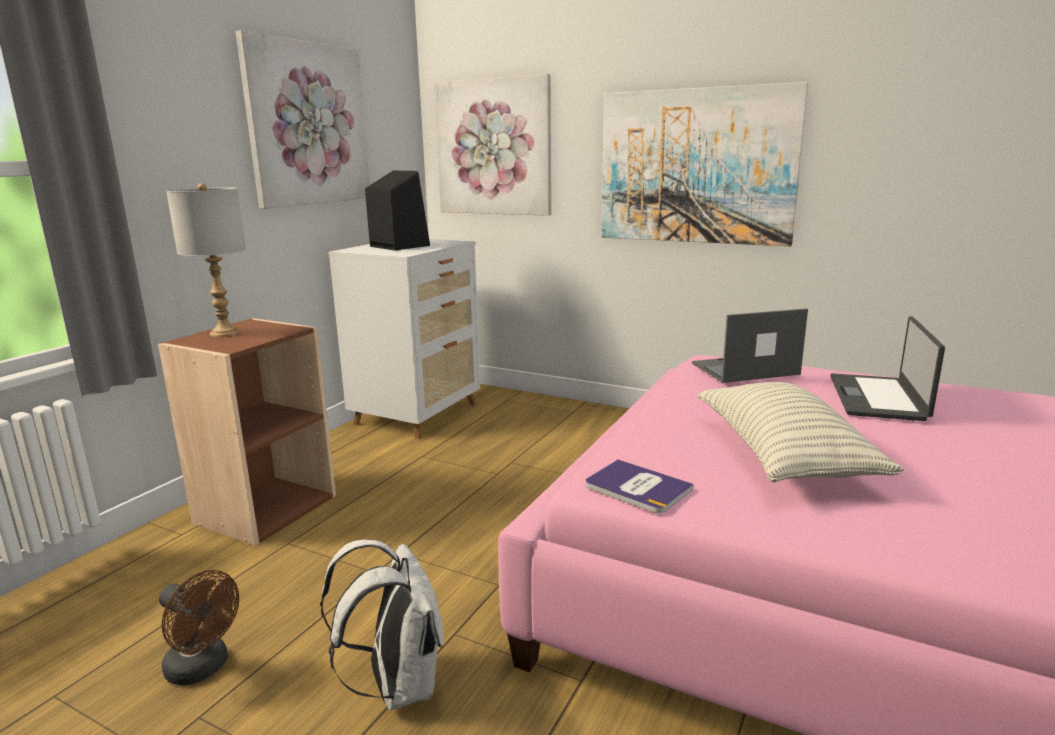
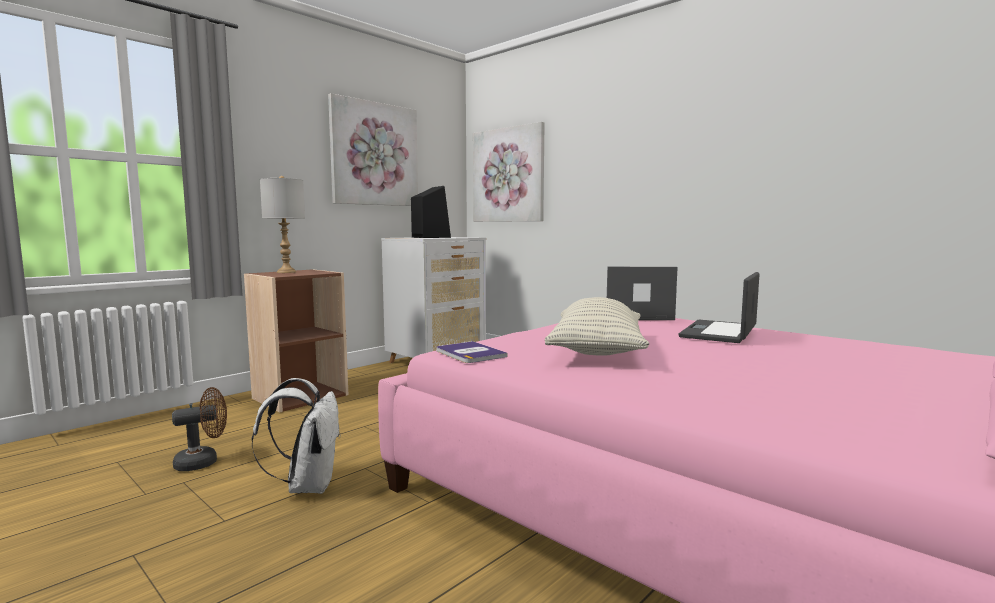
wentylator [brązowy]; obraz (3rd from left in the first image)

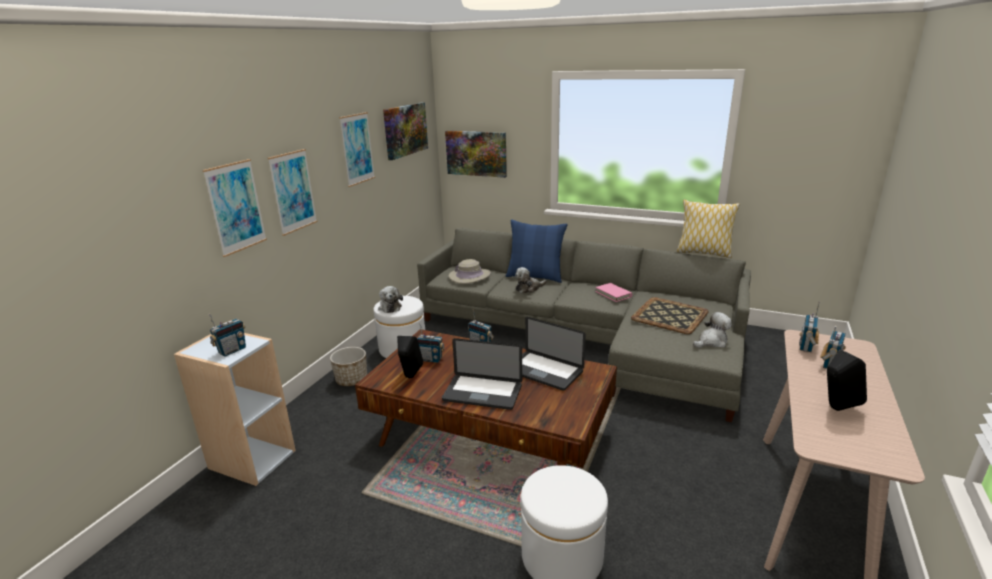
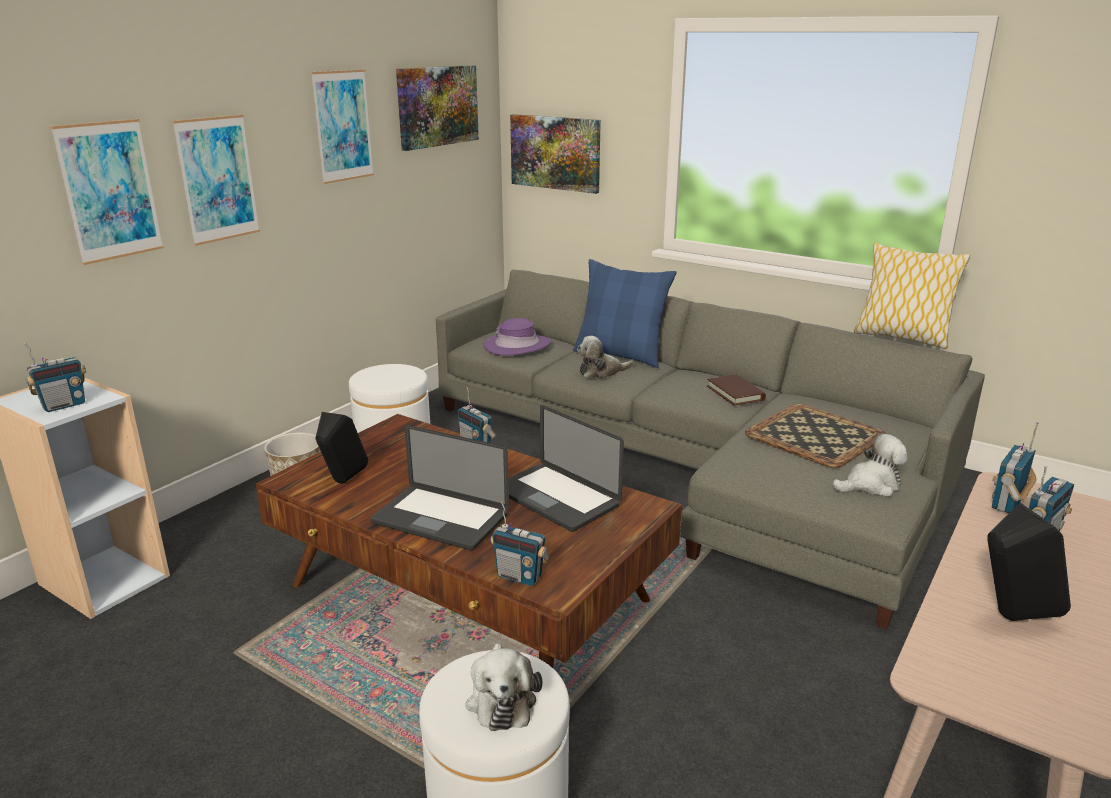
pluszak (1st from left); kapelusz [fioletowy]; radio (3rd from left); książka [brązowy]

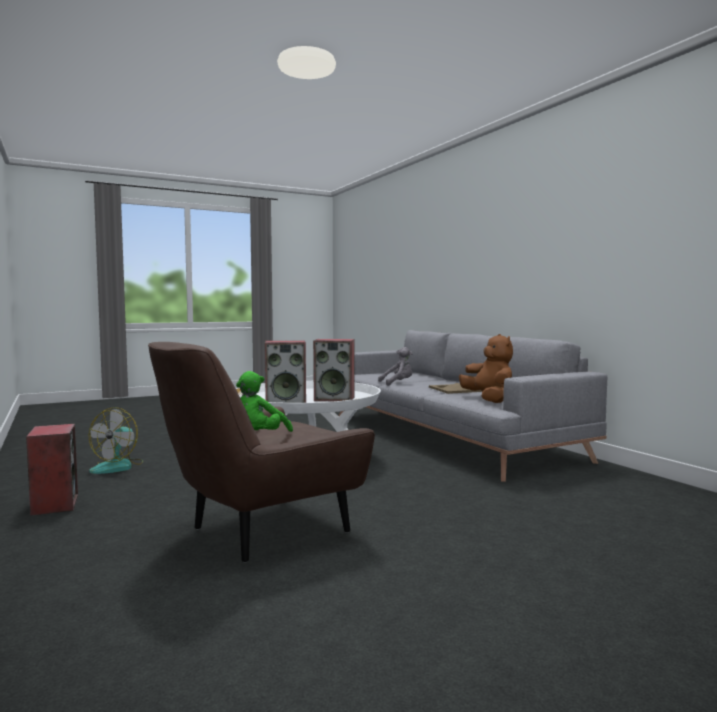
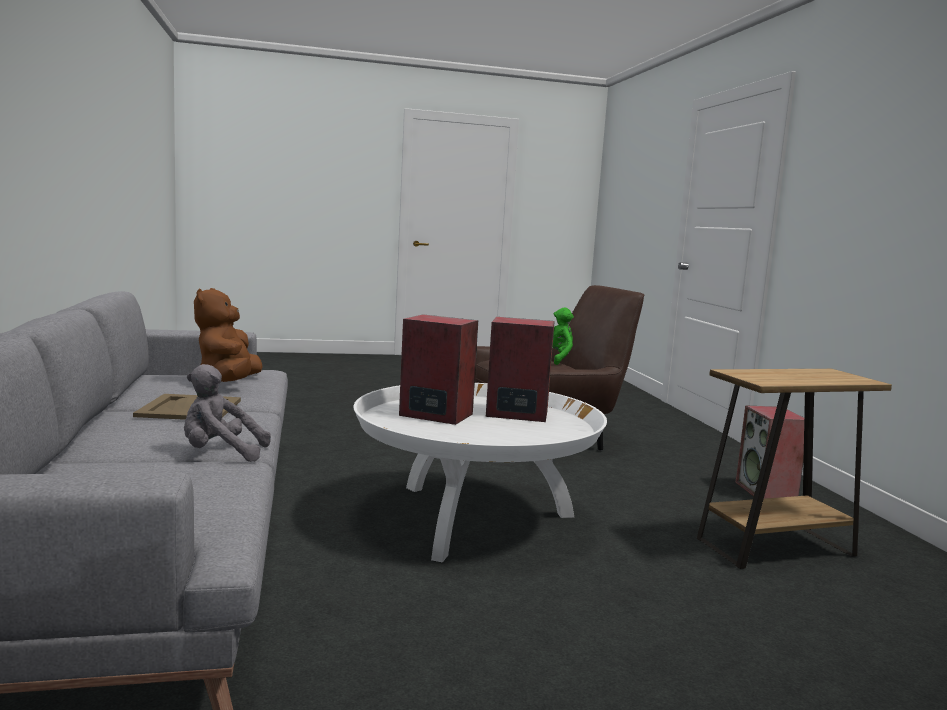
stolik [brązowy]

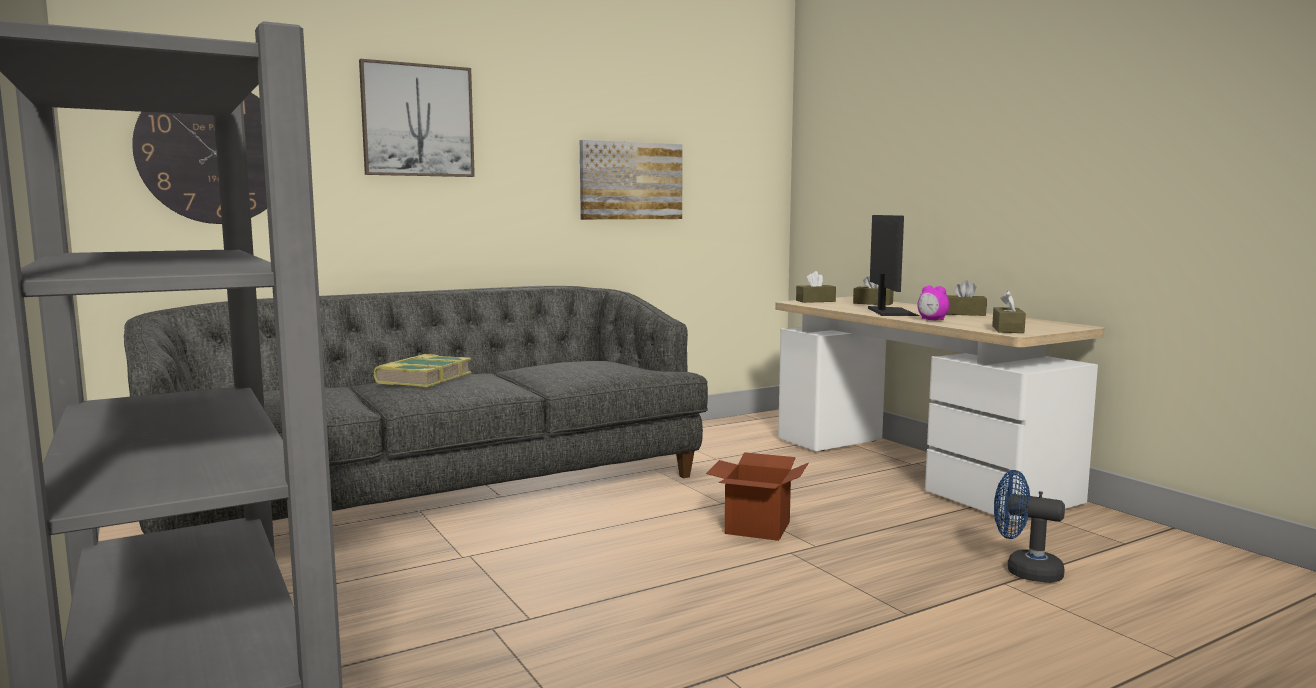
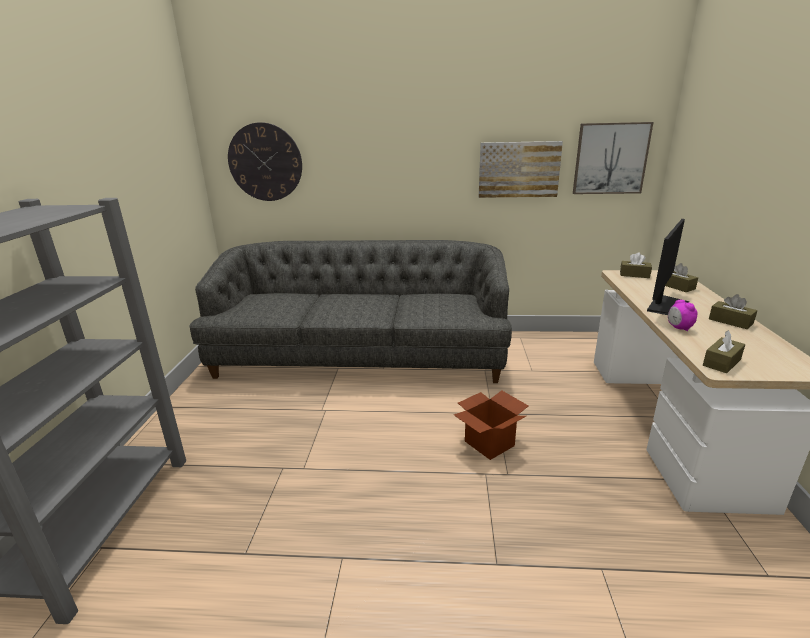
obraz (2nd from left); książka; wentylator [niebieski]

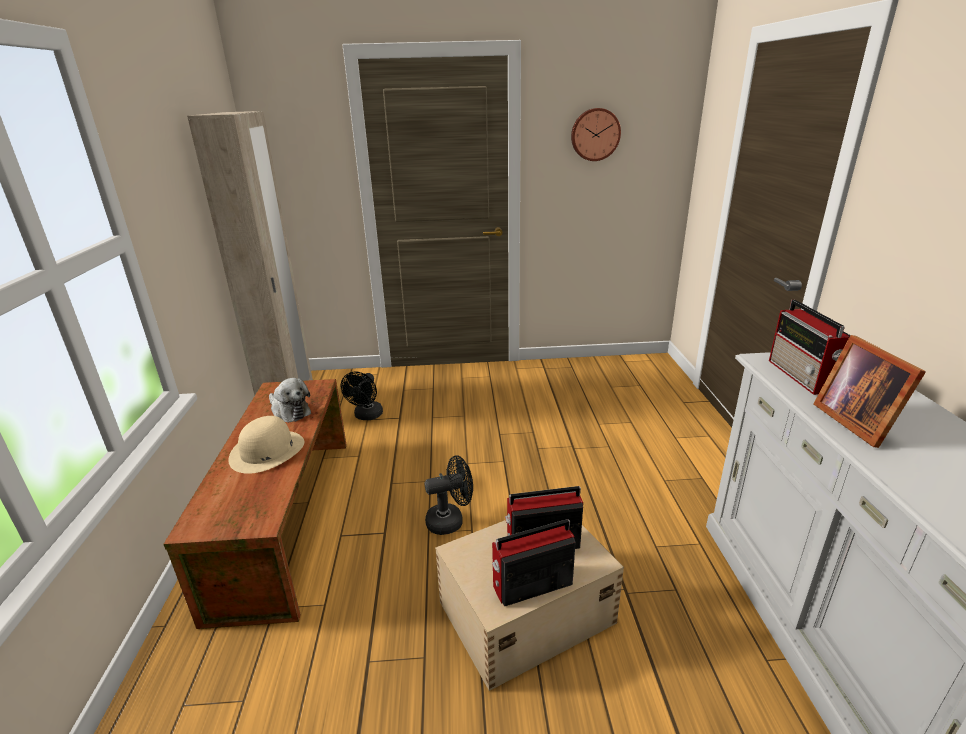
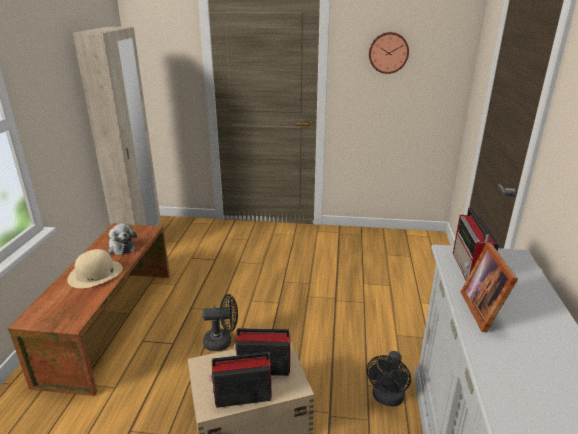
wentylator [czarny] (2nd from left)

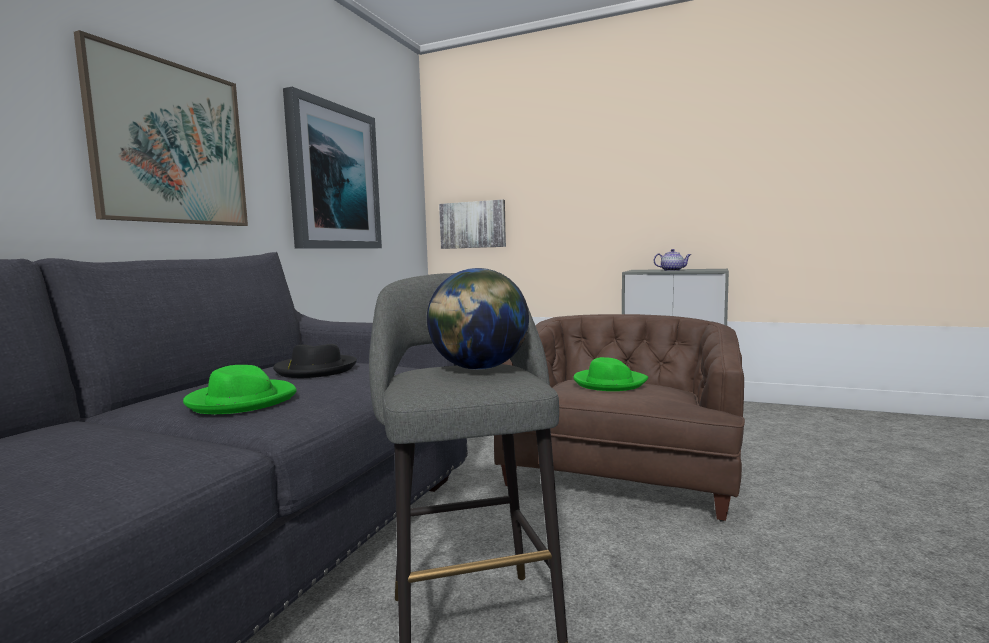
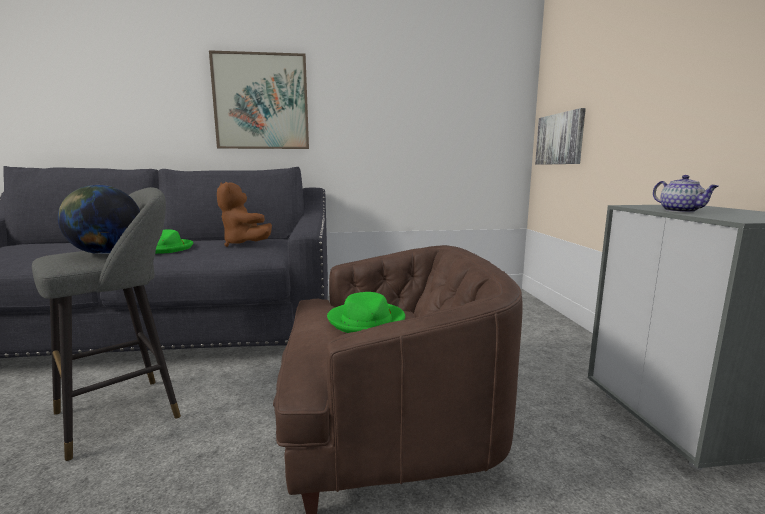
pluszak [brązowy]; obraz (2nd from left in the first image)

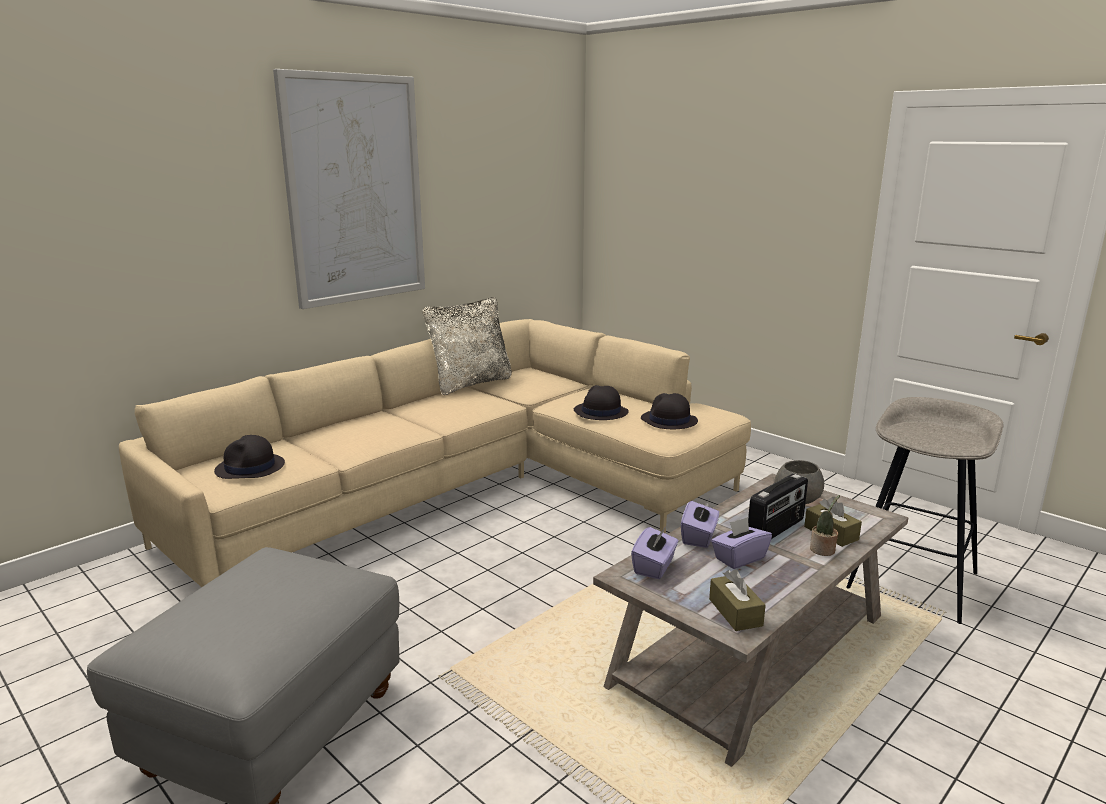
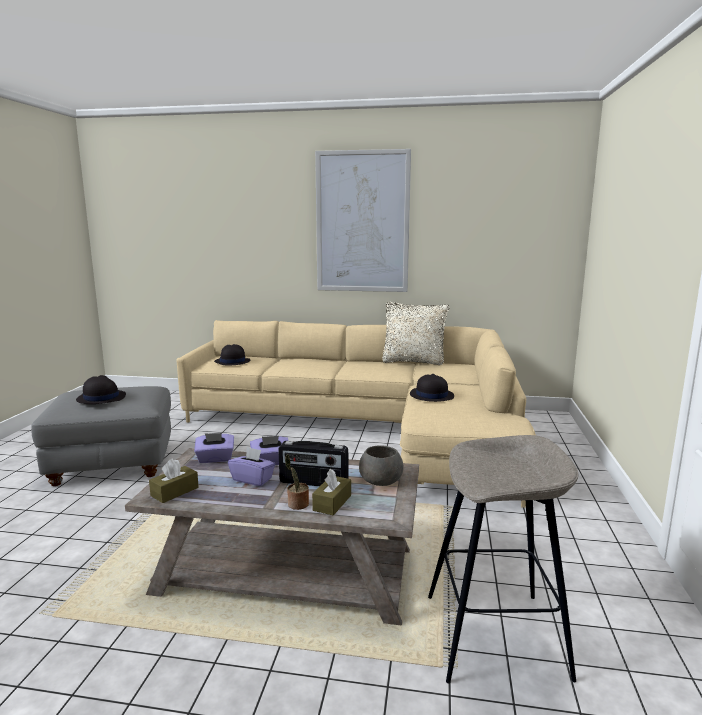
kapelusz [czarny] (1st from left)

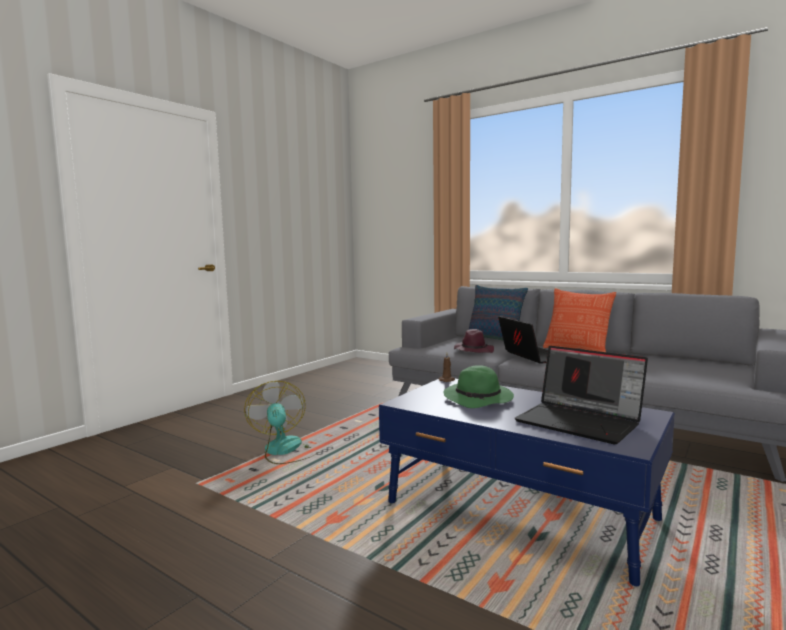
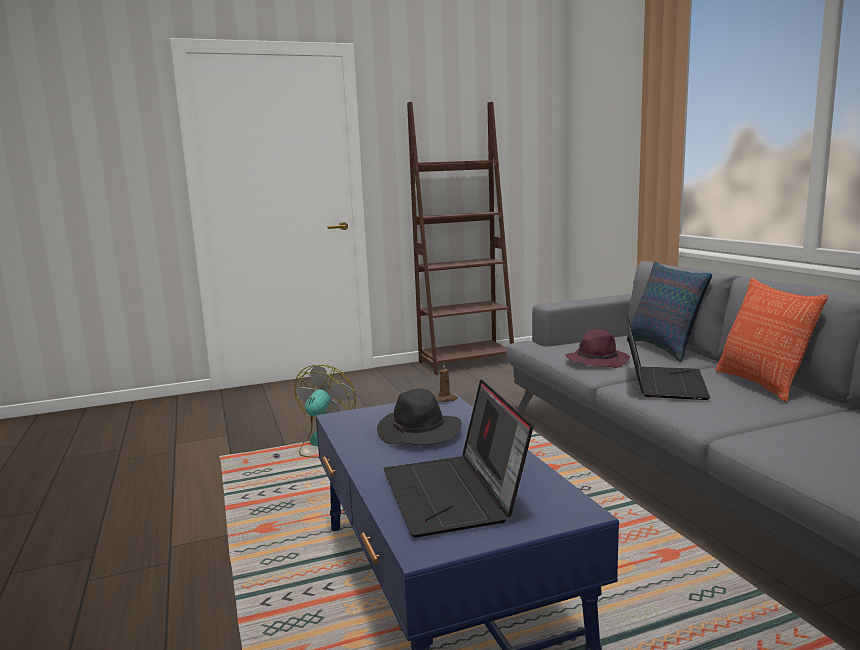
kapelusz [czarny]; regał [brązowy]

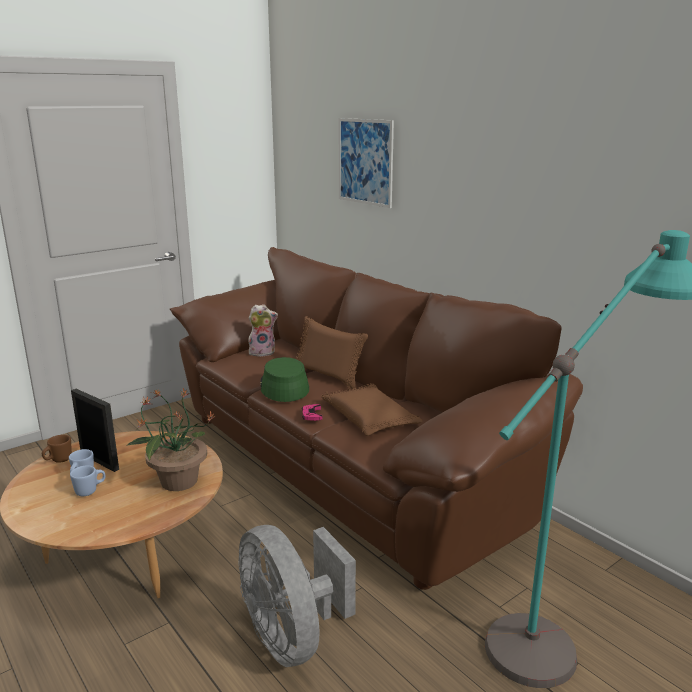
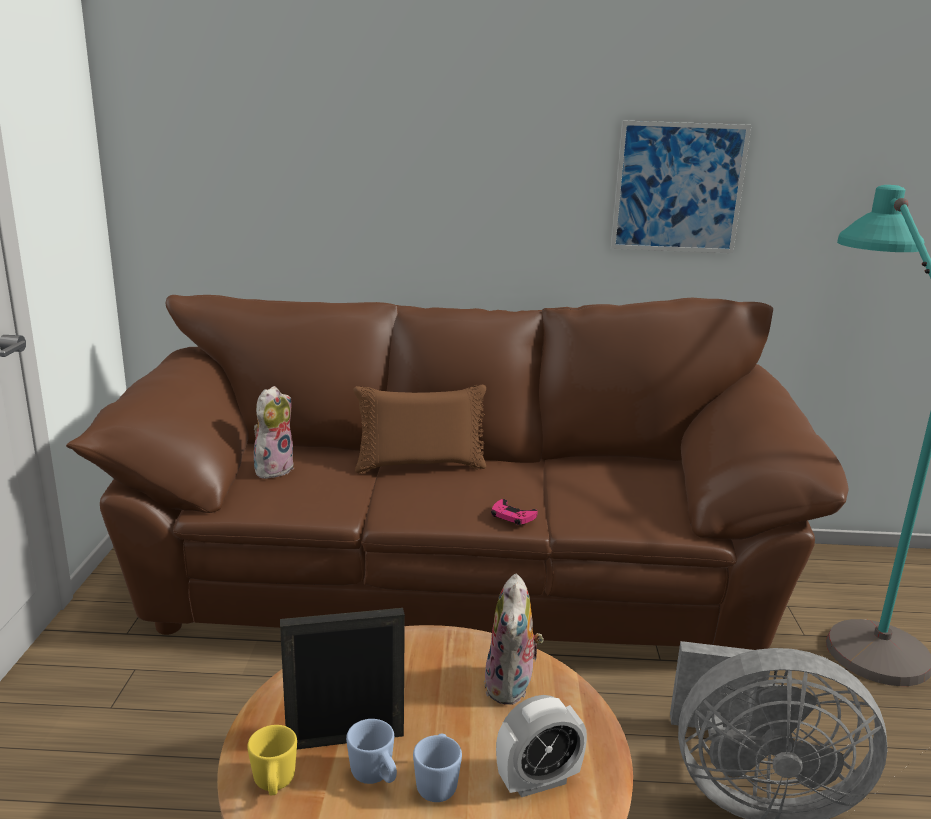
kubek [żółty]; pluszak (2nd from left); budzik; obraz; kapelusz [zielony]; poduszka [brązowy] (2nd from left in the first image)

